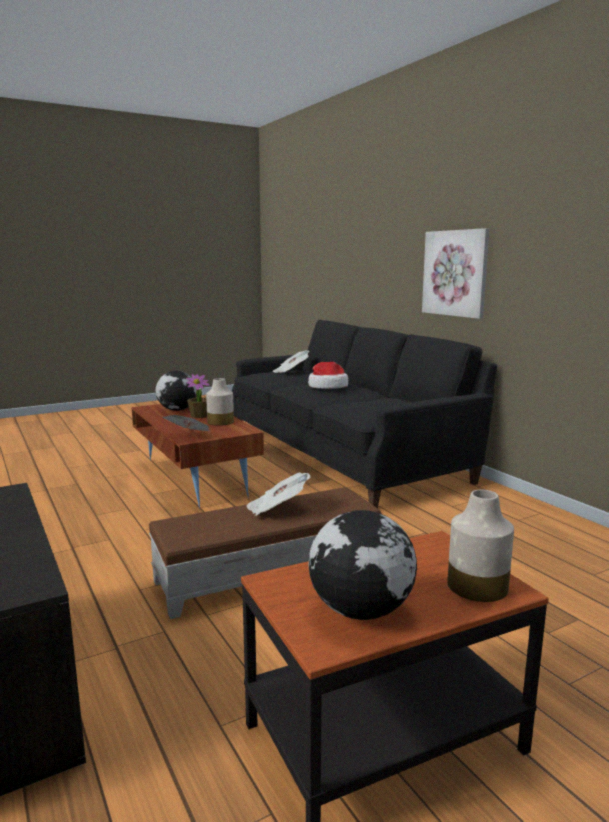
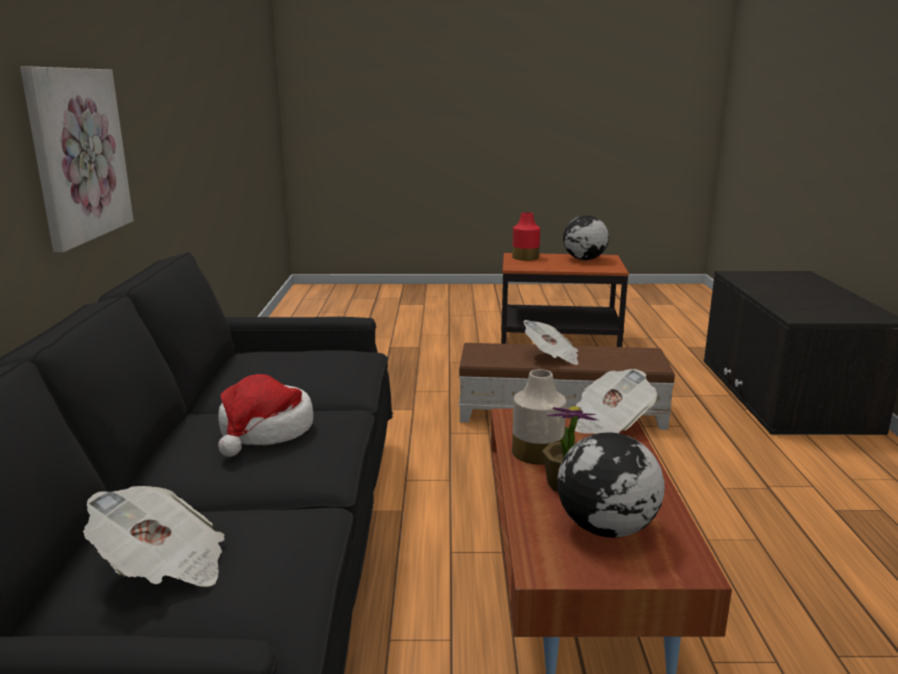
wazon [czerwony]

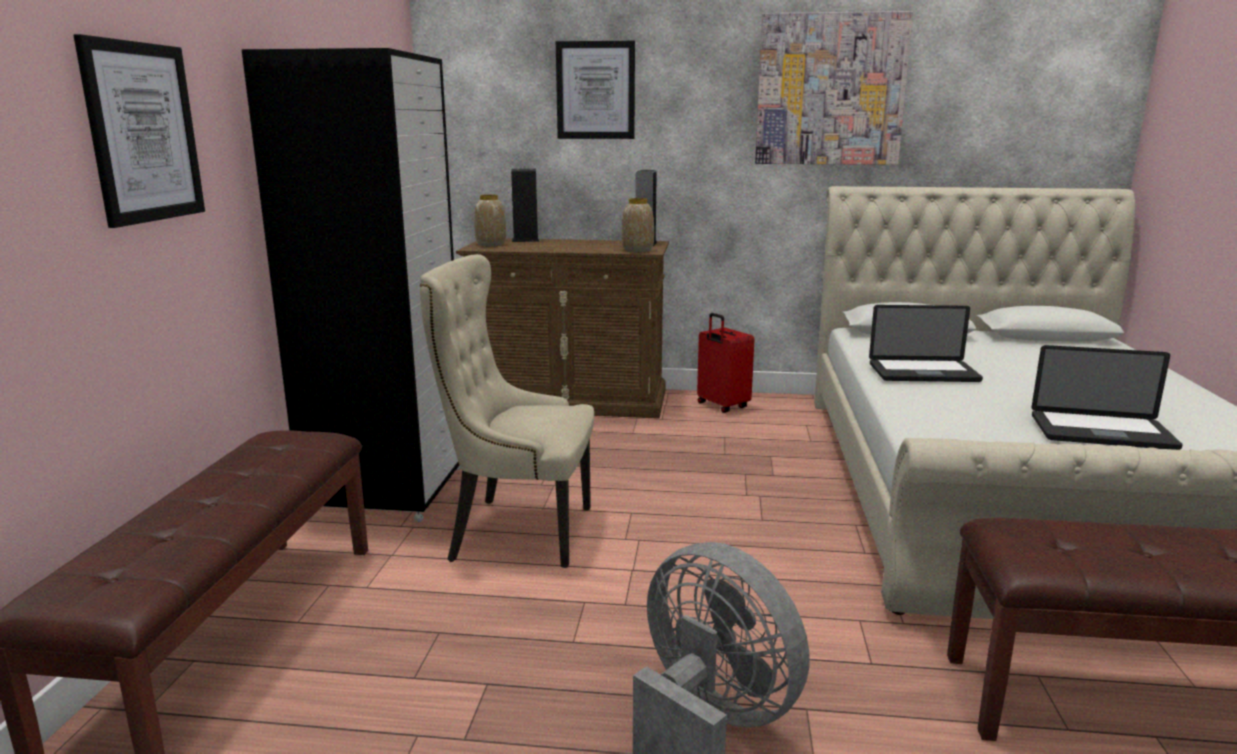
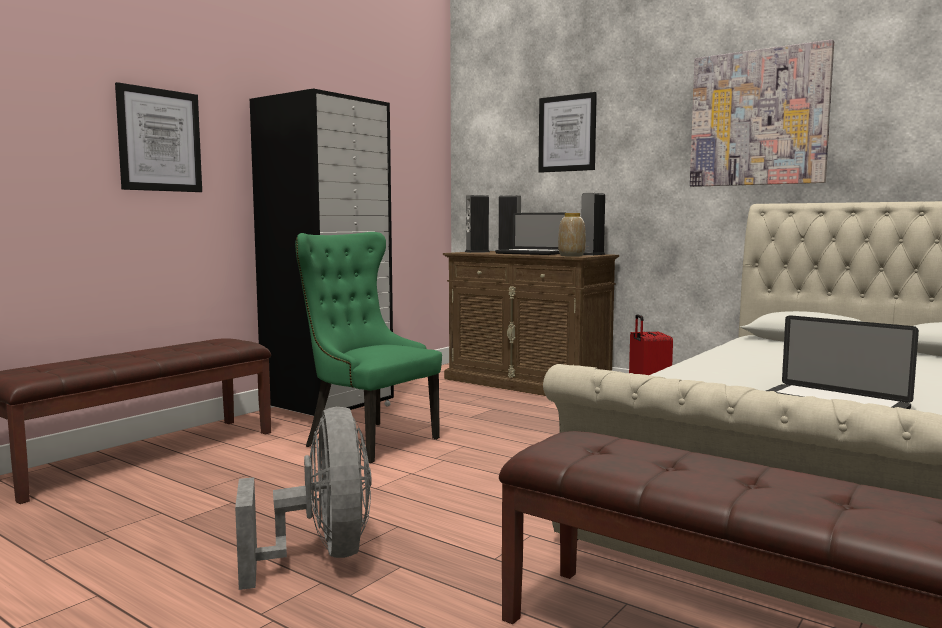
krzesło [zielony]; głośnik (1st from left); laptop (1st from left)

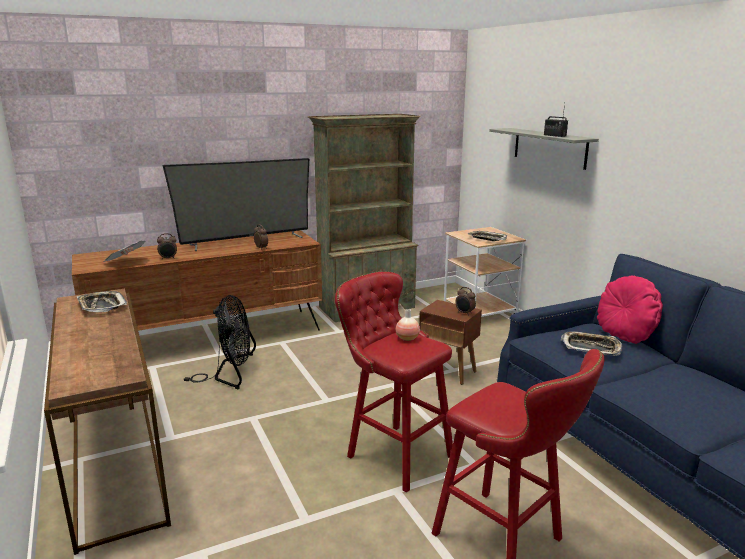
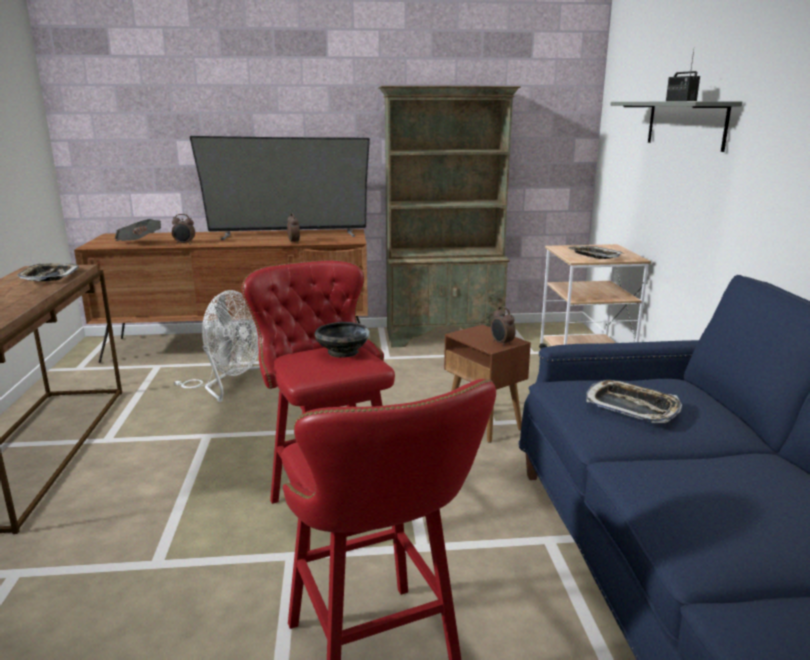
wentylator [biały]; miska [czarny]; poduszka [różowy]

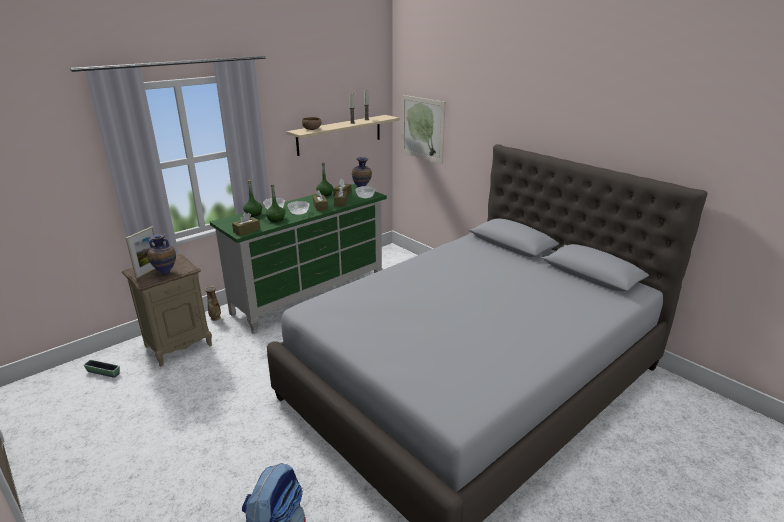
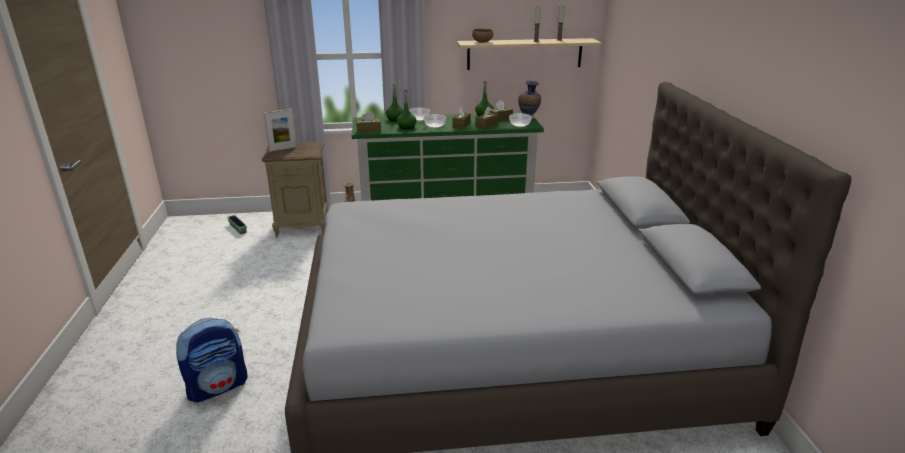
wazon (1st from left in the first image); obraz

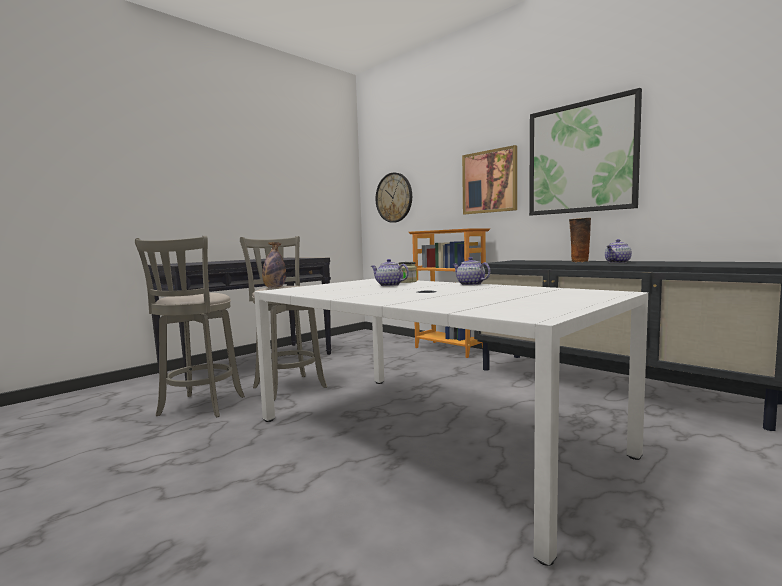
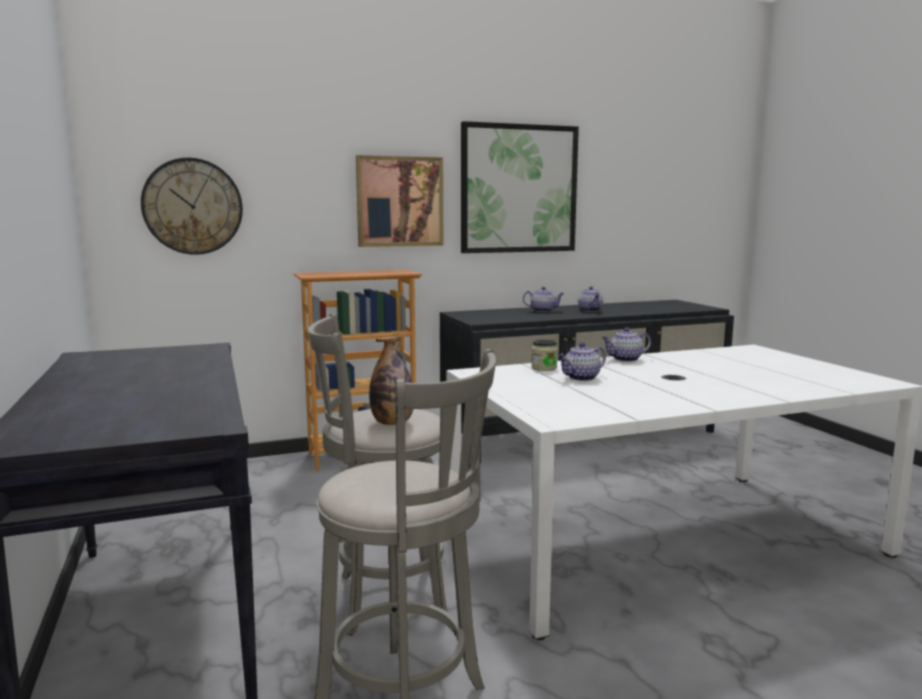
imbryk (1st from left)

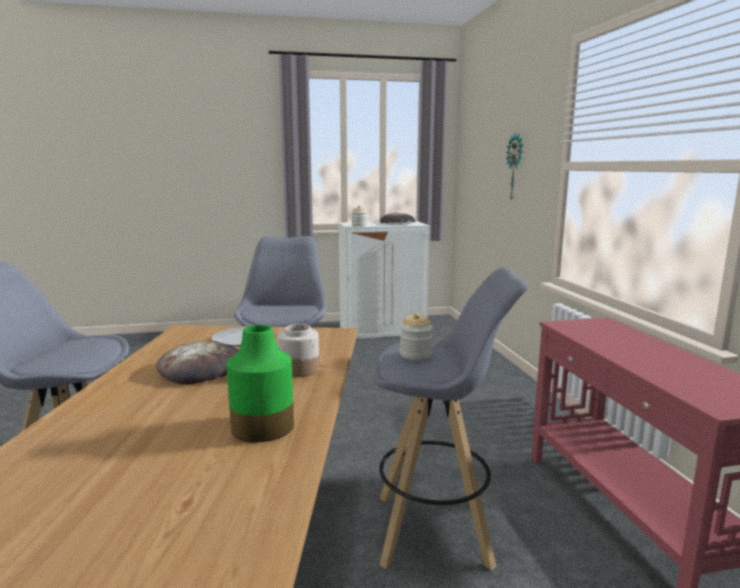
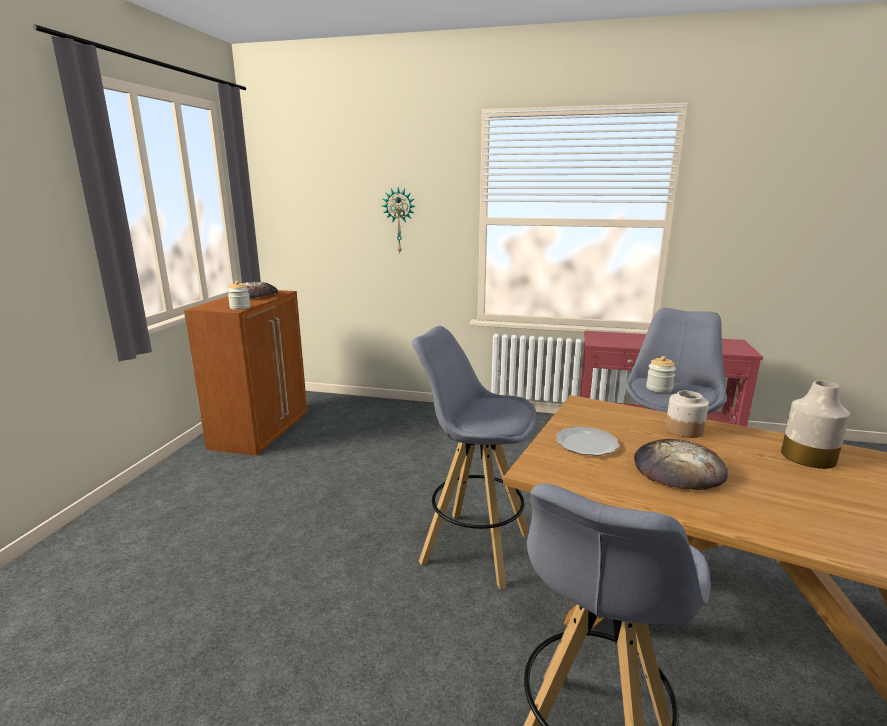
szafka [brązowy]; wazon [beżowy]

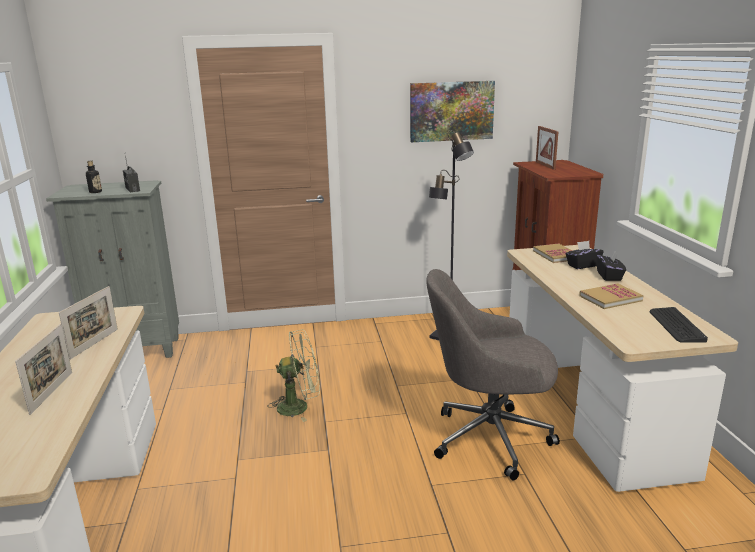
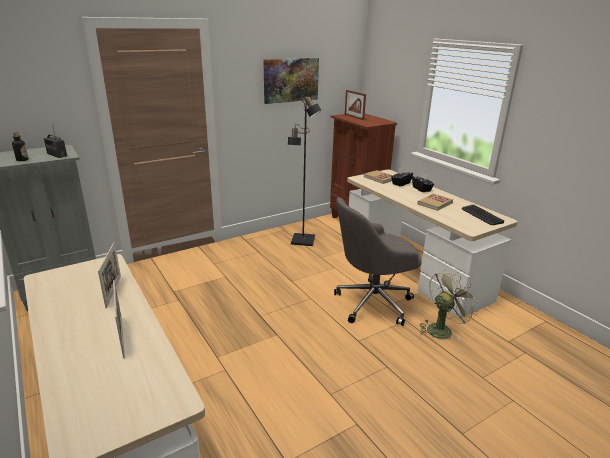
wentylator [zielony]

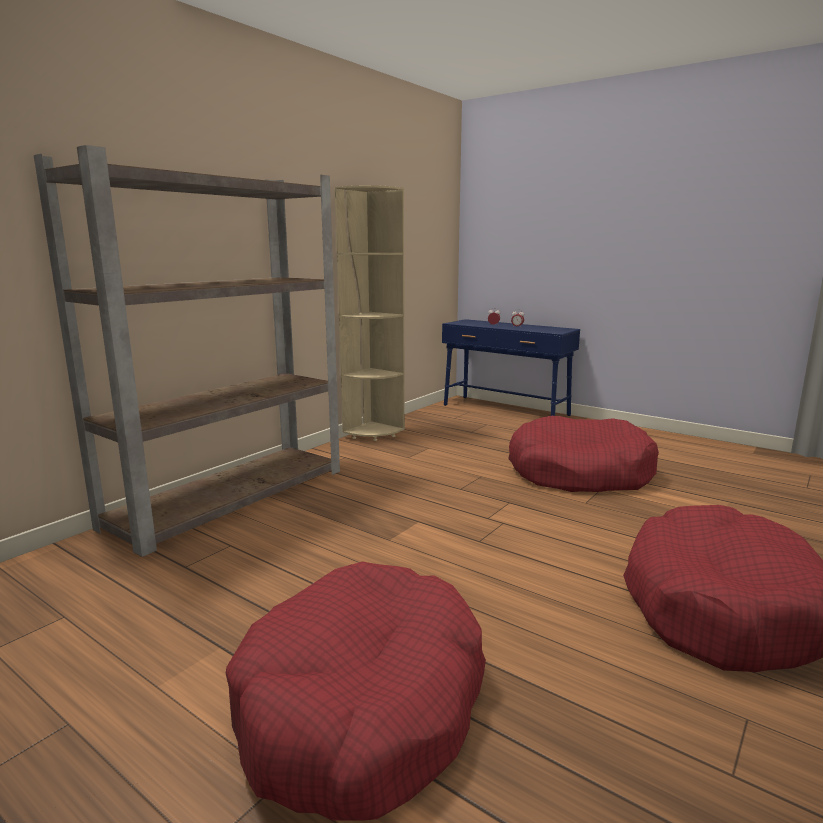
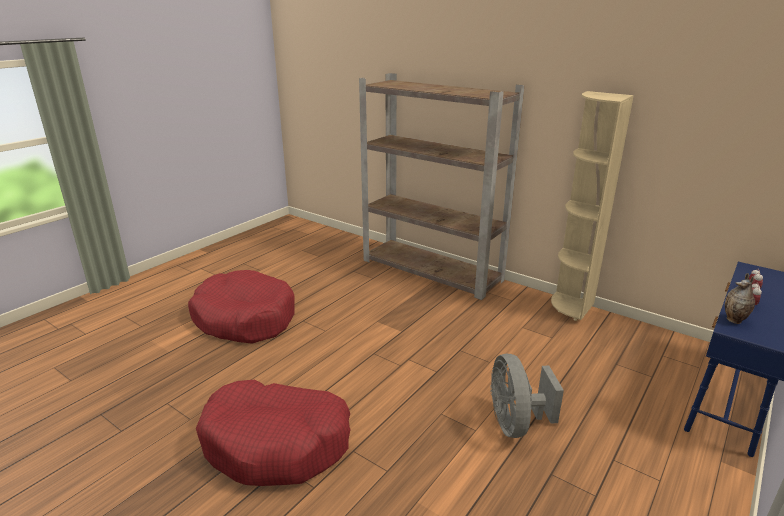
wentylator [szary]; wazon

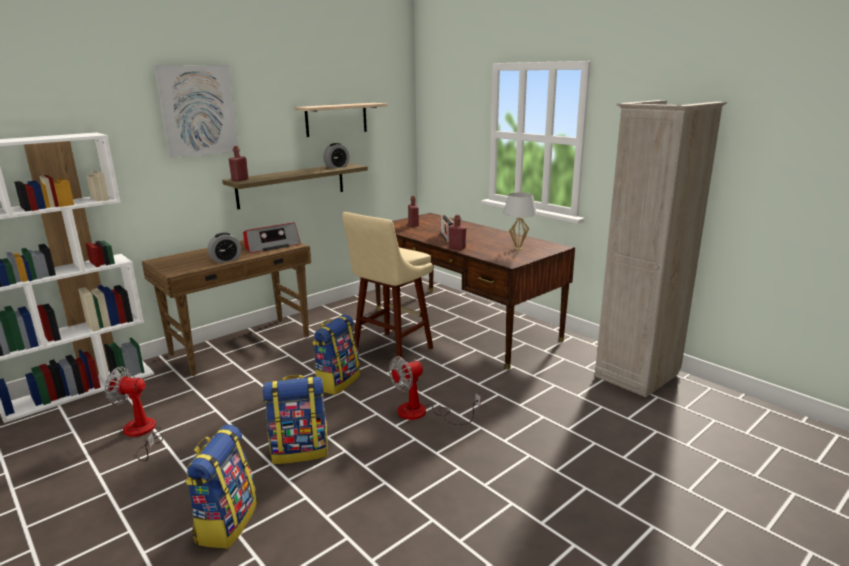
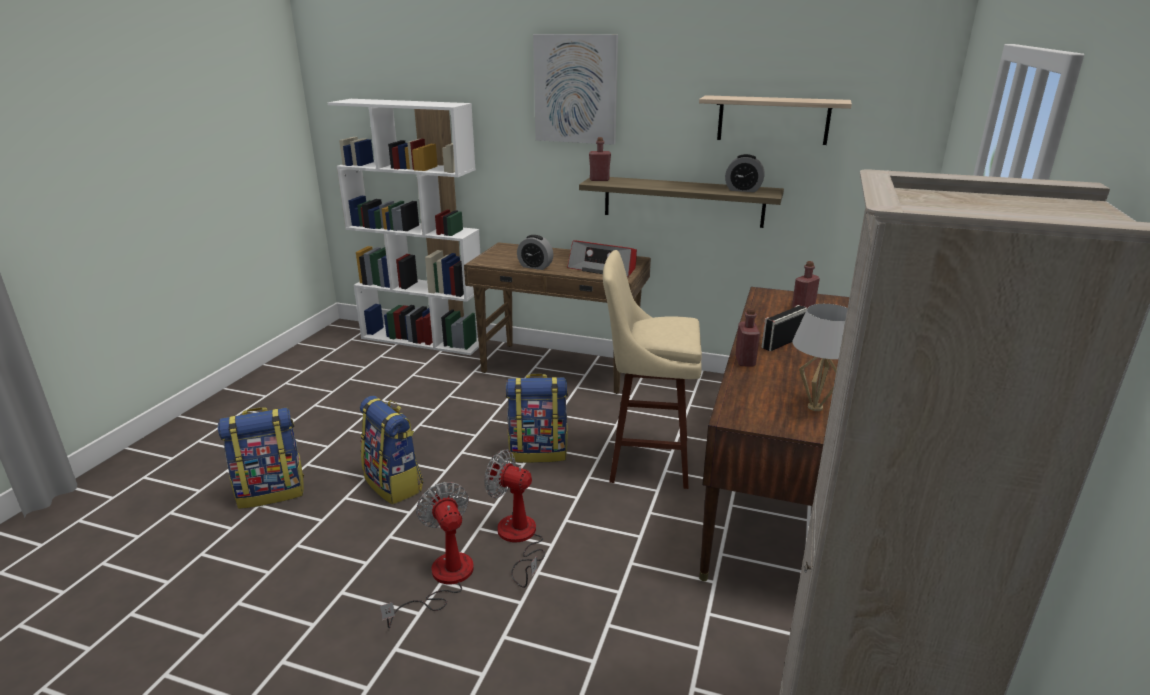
wentylator (1st from left)

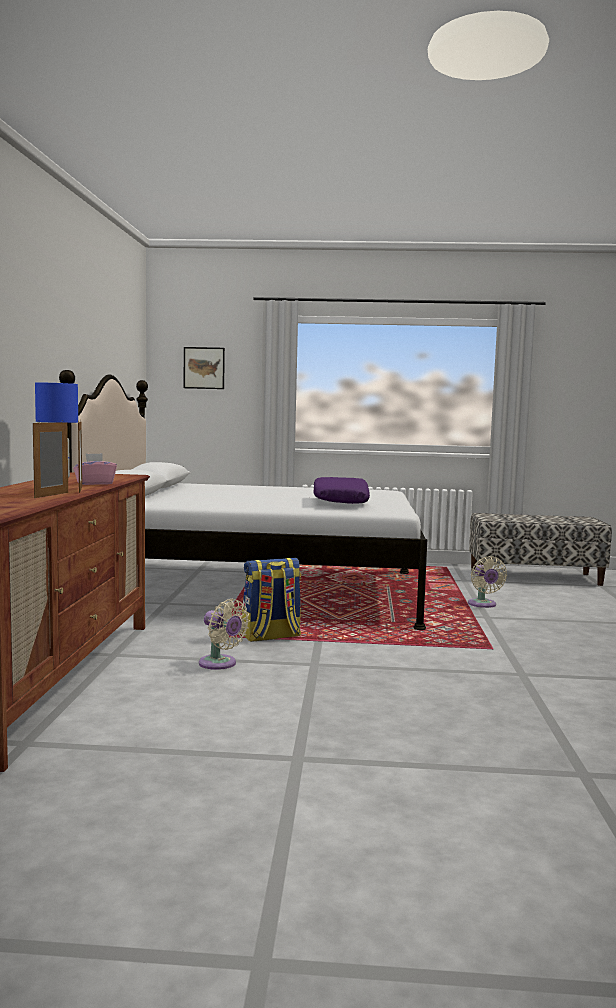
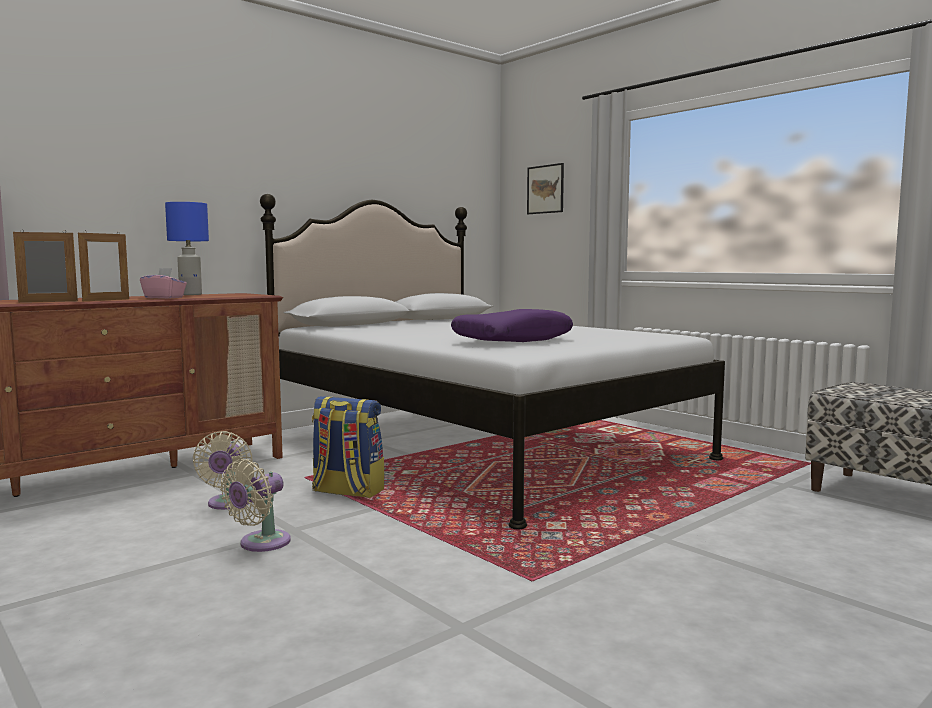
wentylator [beżowy] (2nd from left)

